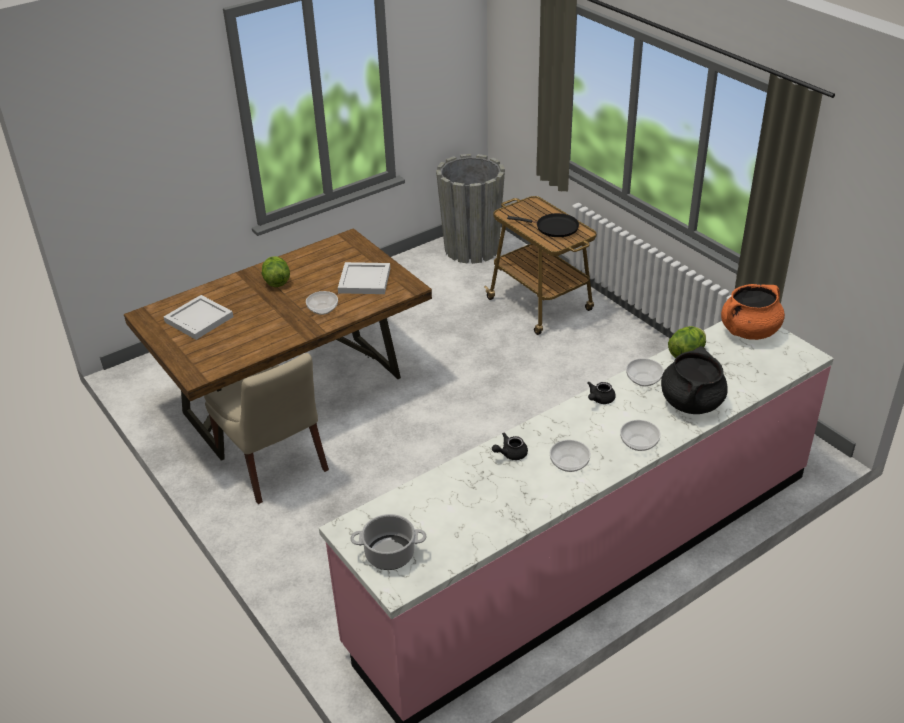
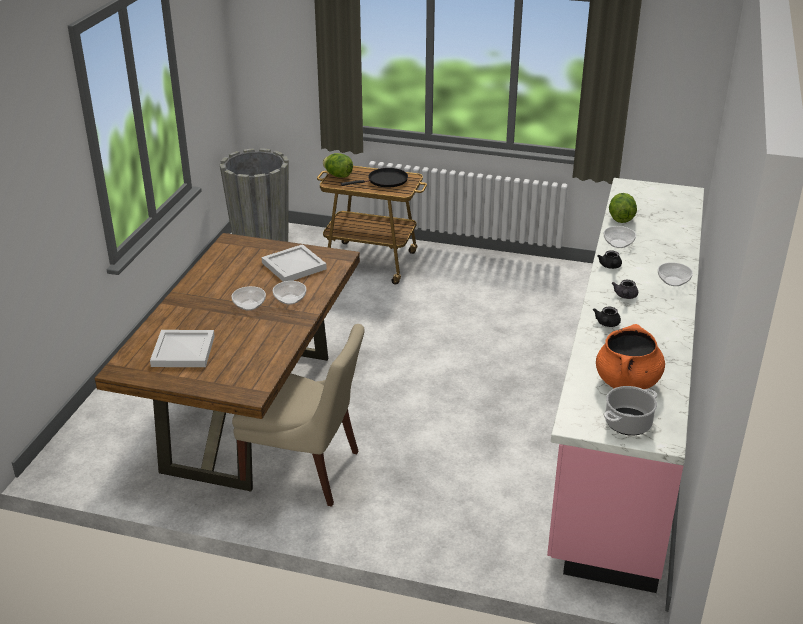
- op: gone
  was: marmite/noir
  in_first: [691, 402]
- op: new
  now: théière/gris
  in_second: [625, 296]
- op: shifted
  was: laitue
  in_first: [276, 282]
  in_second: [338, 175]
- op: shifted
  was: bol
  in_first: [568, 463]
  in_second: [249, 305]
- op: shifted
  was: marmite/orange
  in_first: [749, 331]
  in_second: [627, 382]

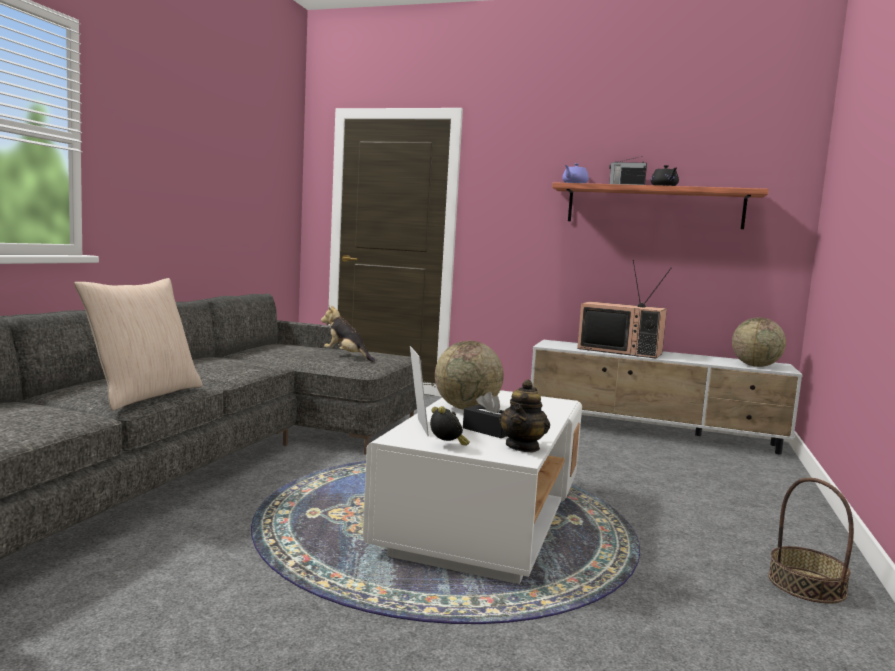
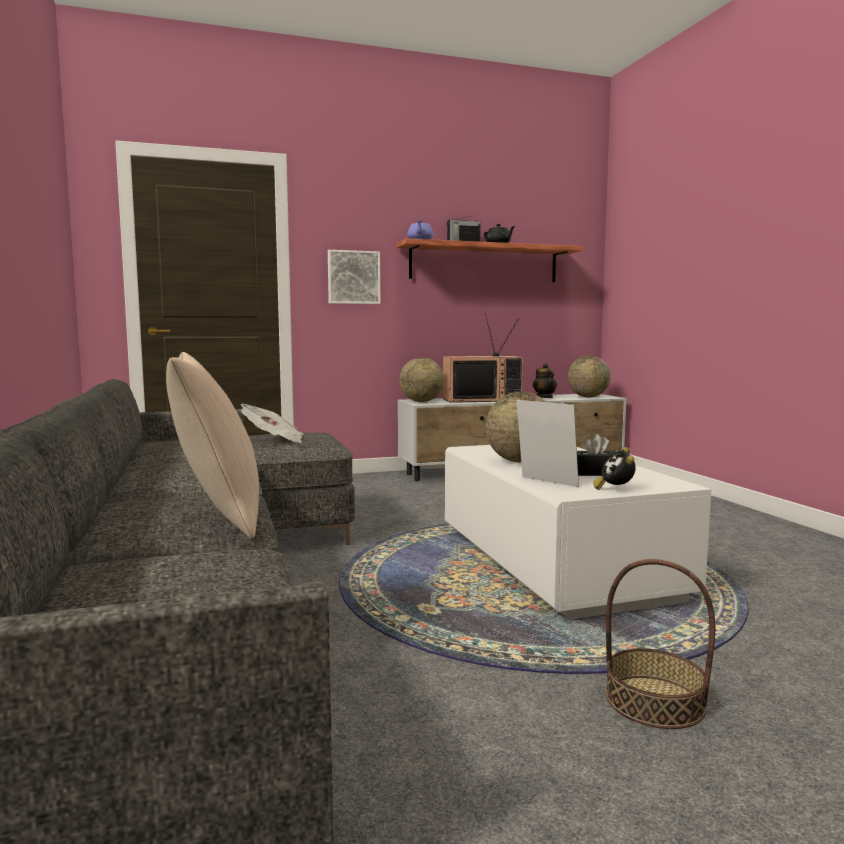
- op: new
  now: tableau
  in_second: [353, 277]
- op: new
  now: globe
  in_second: [421, 401]
- op: shifted
  was: théière
  in_first: [523, 447]
  in_second: [544, 397]
- op: shifted
  was: panier
  in_first: [806, 585]
  in_second: [654, 701]
- op: swapped
  was: peluche
  now: journal
  in_first: [346, 356]
  in_second: [274, 440]
- op: rotated
  was: réveil
  in_first: [447, 446]
  in_second: [615, 490]
  clockwise: -120

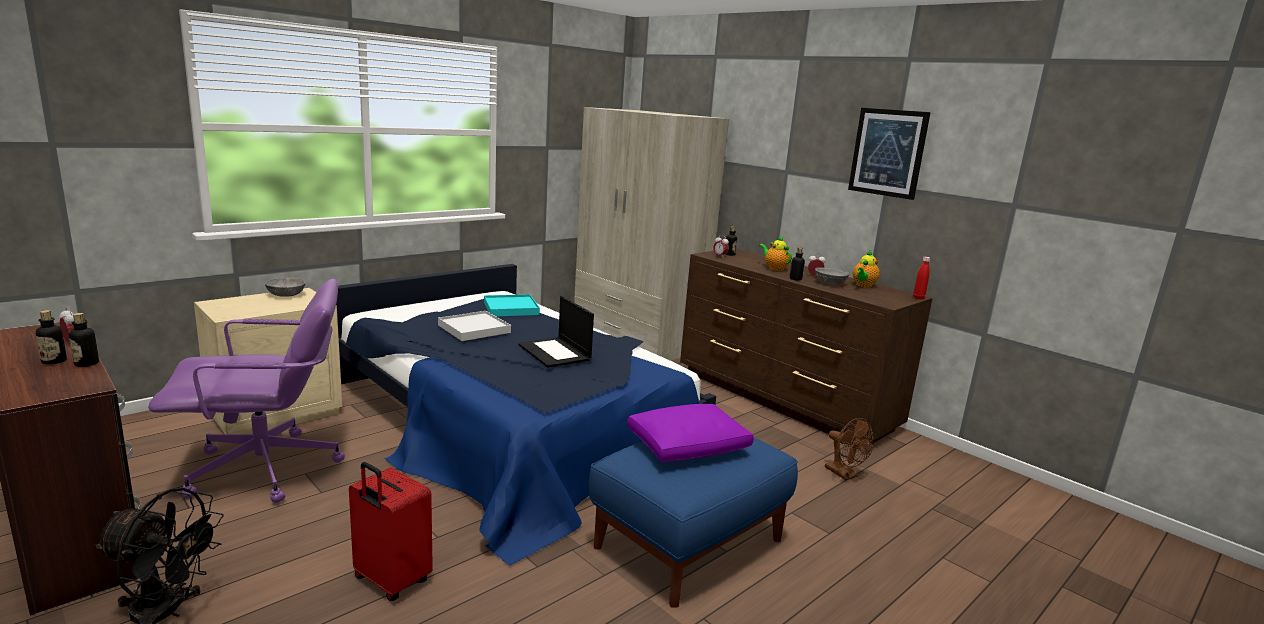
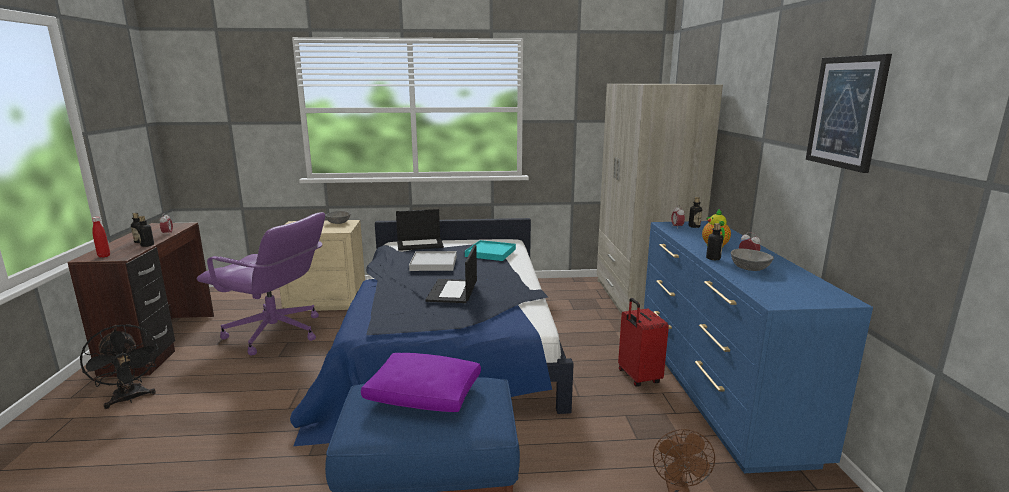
- op: gone
  was: théière
  in_first: [863, 285]
- op: new
  now: ordinateur portable
  in_second: [420, 244]
- op: shifted
  was: valise/rouge
  in_first: [390, 581]
  in_second: [638, 377]
- op: shifted
  was: bouteille/rouge
  in_first: [918, 298]
  in_second: [104, 256]
- op: repainted
  was: commode/marron
  now: commode/bleu
  in_first: [784, 400]
  in_second: [717, 392]

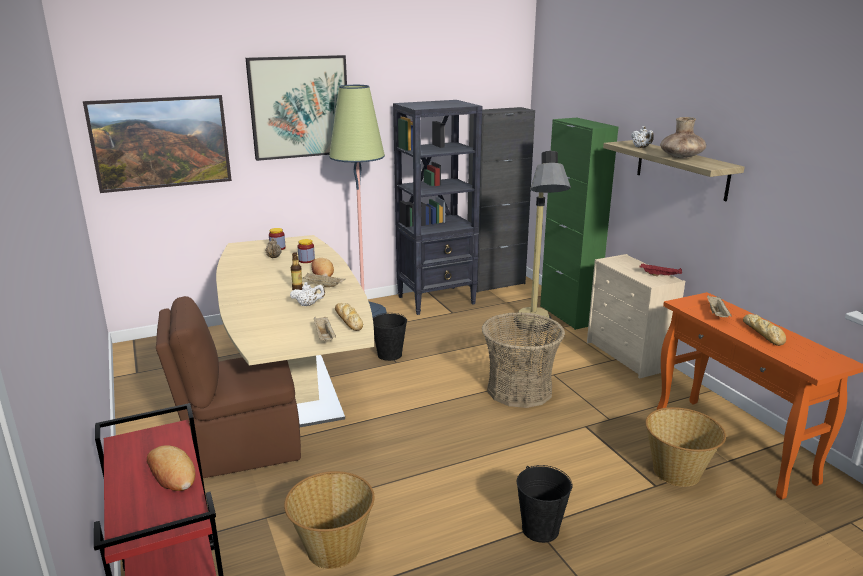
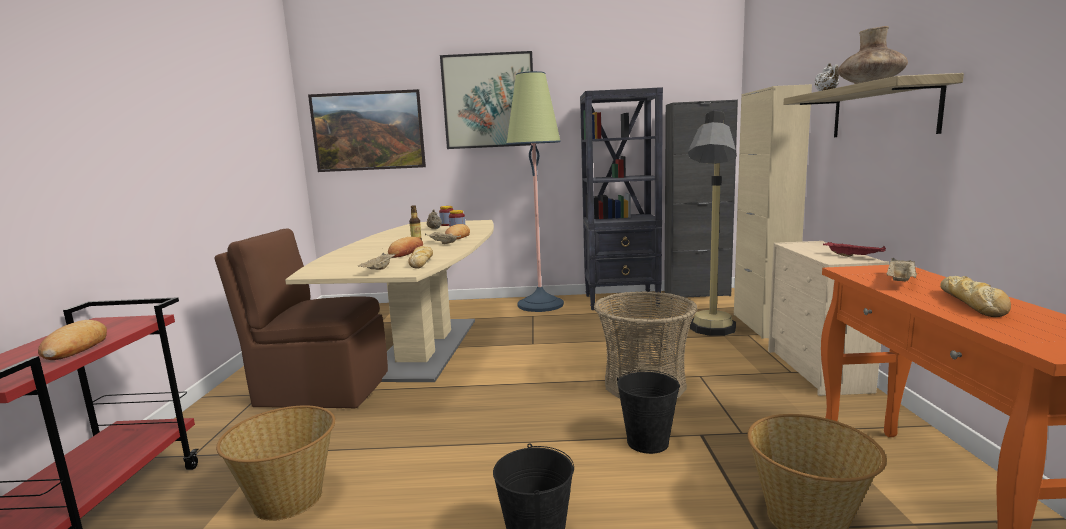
- op: shifted
  was: seau/noir
  in_first: [389, 355]
  in_second: [648, 442]
- op: swapped
  was: théière/blanc
  now: pain
  in_first: [308, 305]
  in_second: [406, 252]
- op: repainted
  was: meuble de rangement/vert
  now: meuble de rangement/beige
  in_first: [568, 315]
  in_second: [762, 325]

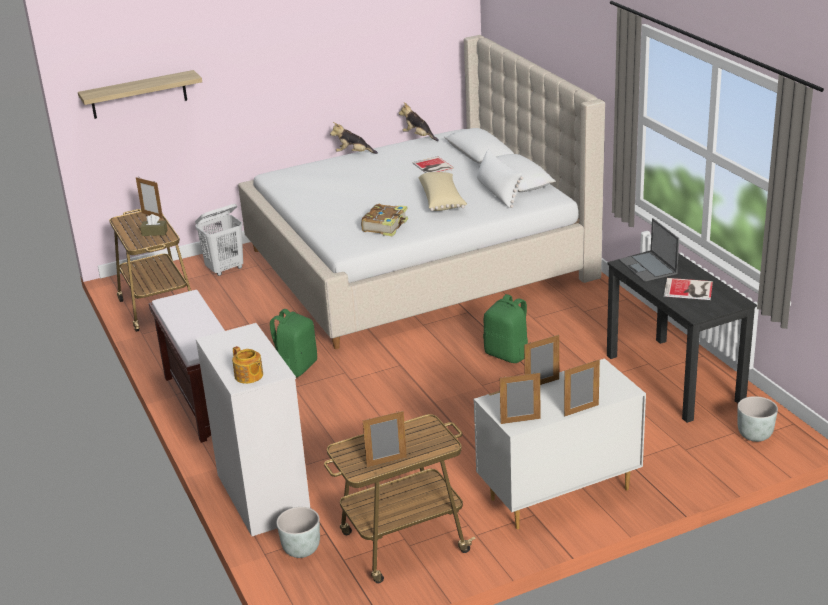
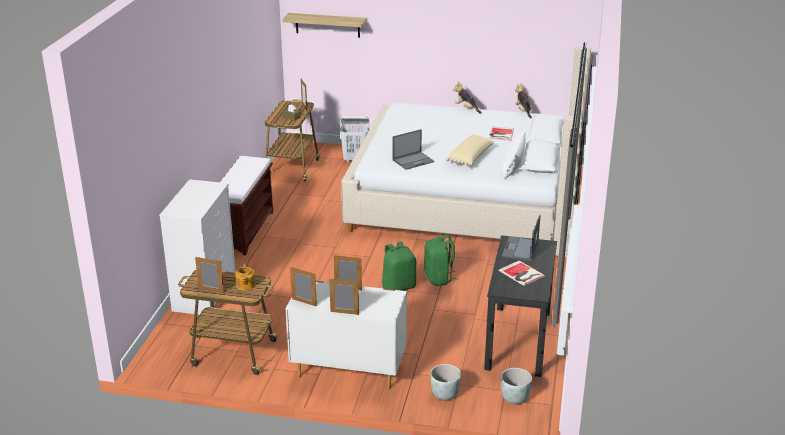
- op: shifted
  was: théière
  in_first: [249, 376]
  in_second: [245, 285]
- op: shifted
  was: sac à dos/vert
  in_first: [296, 367]
  in_second: [398, 287]
- op: shifted
  was: cache-pot/gris
  in_first: [302, 550]
  in_second: [445, 395]
- op: swapped
  was: livre
  now: ordinateur portable
  in_first: [386, 226]
  in_second: [413, 161]

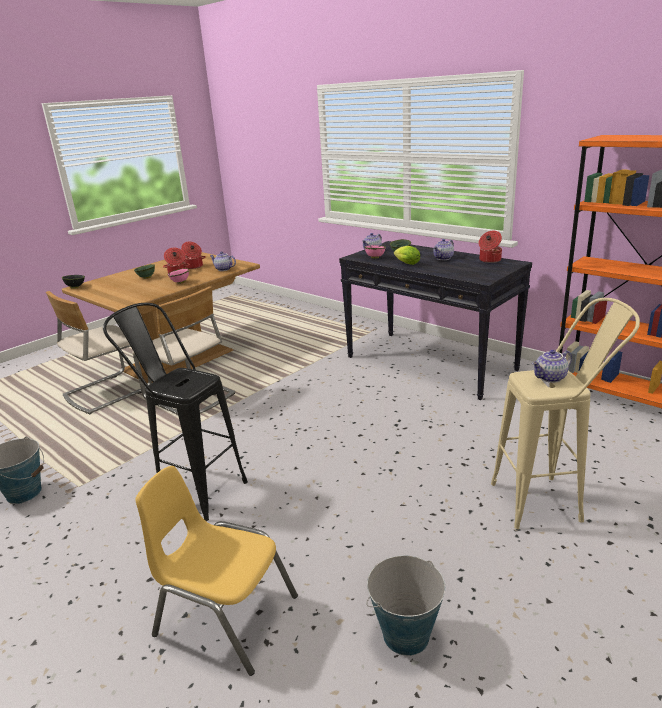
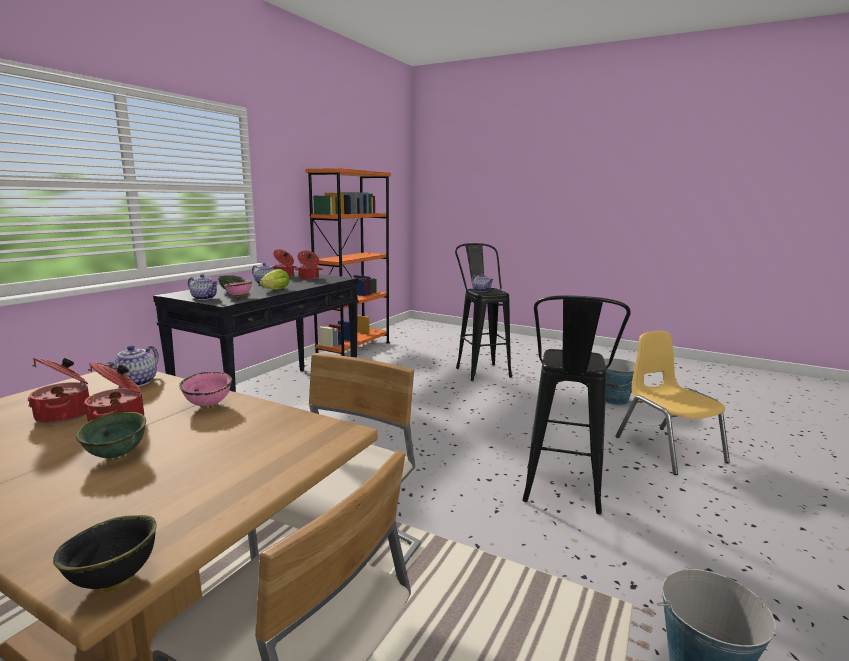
- op: new
  now: marmite
  in_second: [308, 278]
- op: repainted
  was: tabouret/beige
  now: tabouret/noir
  in_first: [549, 500]
  in_second: [479, 370]
- op: rotated
  was: chaise/jaune
  in_first: [225, 616]
  in_second: [668, 449]
  clockwise: 150

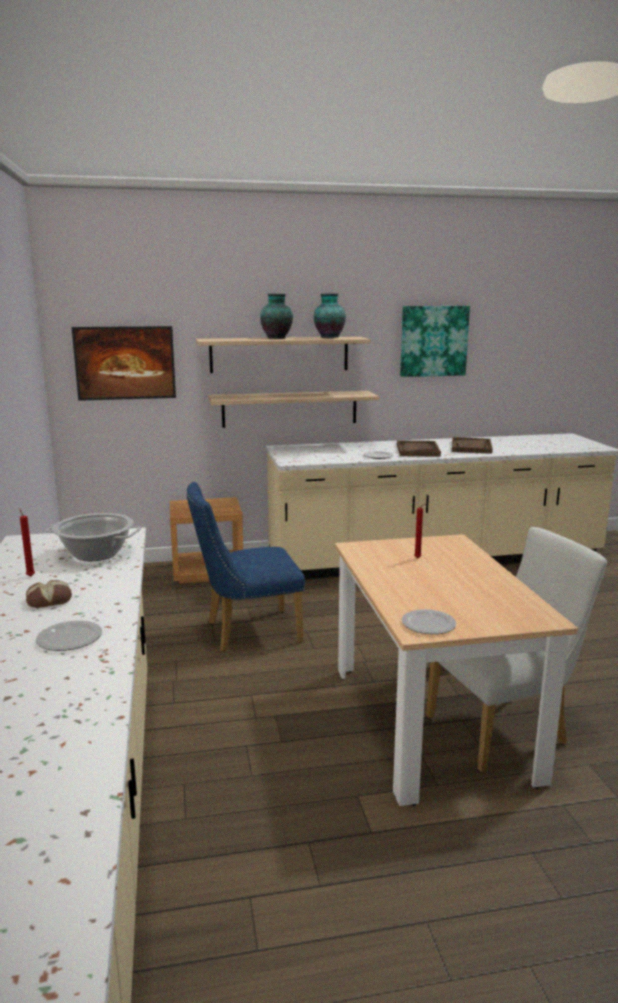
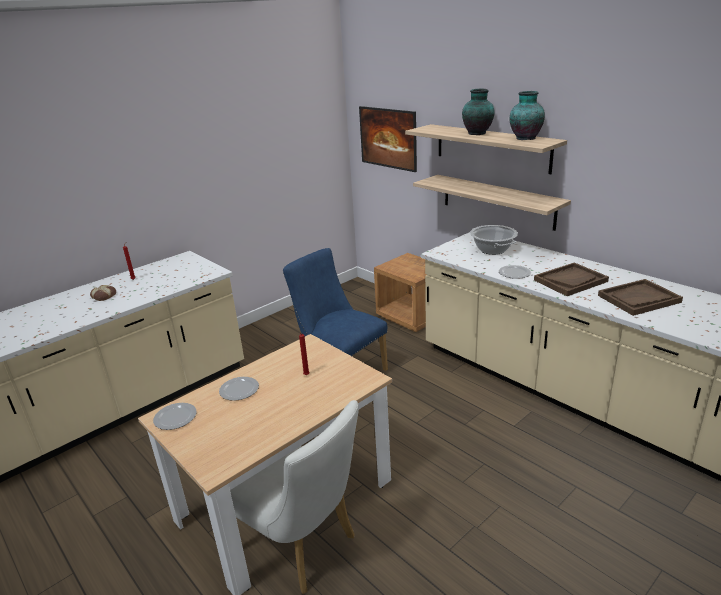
- op: gone
  was: tableau
  in_first: [433, 341]
- op: shifted
  was: assiette
  in_first: [68, 639]
  in_second: [238, 390]
- op: shifted
  was: marmite
  in_first: [96, 554]
  in_second: [493, 250]

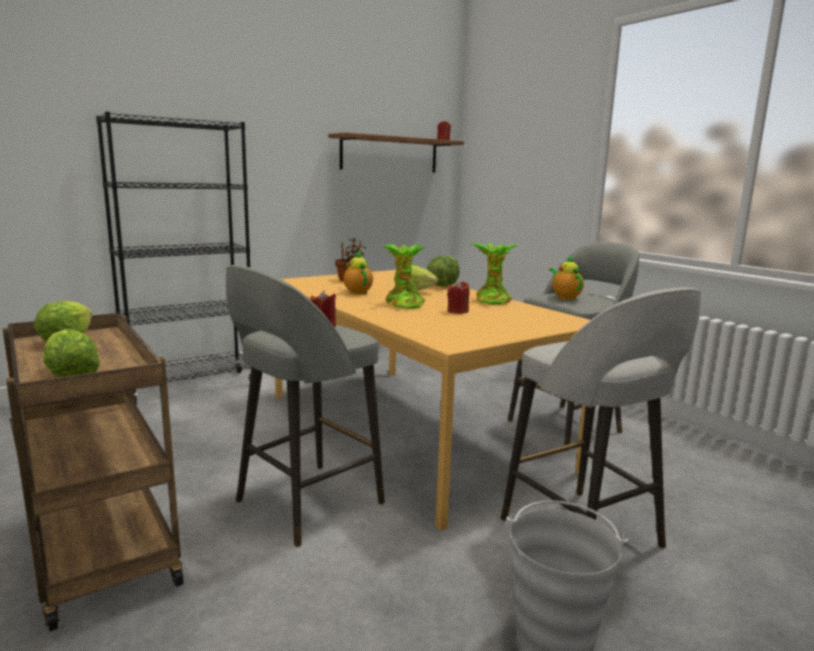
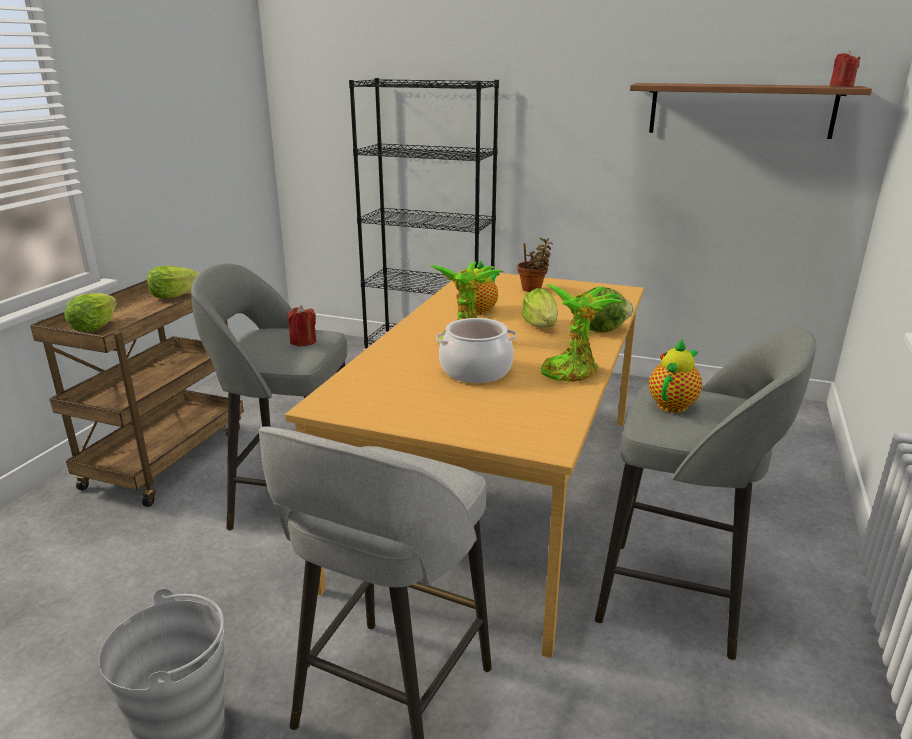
- op: swapped
  was: bougie/rouge
  now: marmite
  in_first: [457, 311]
  in_second: [476, 371]

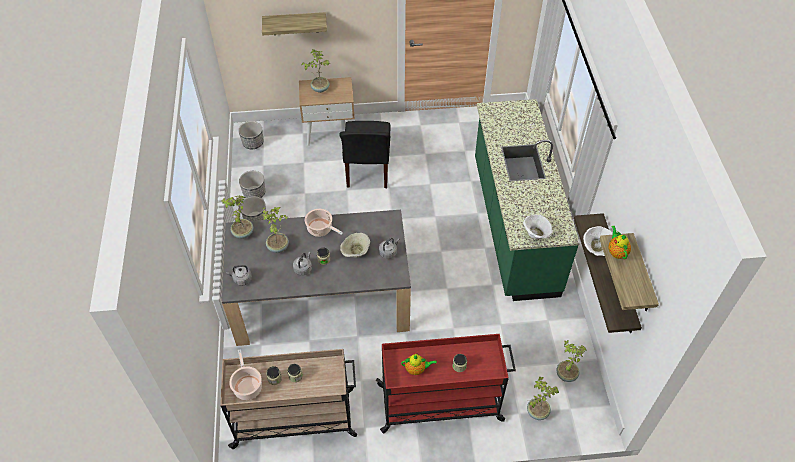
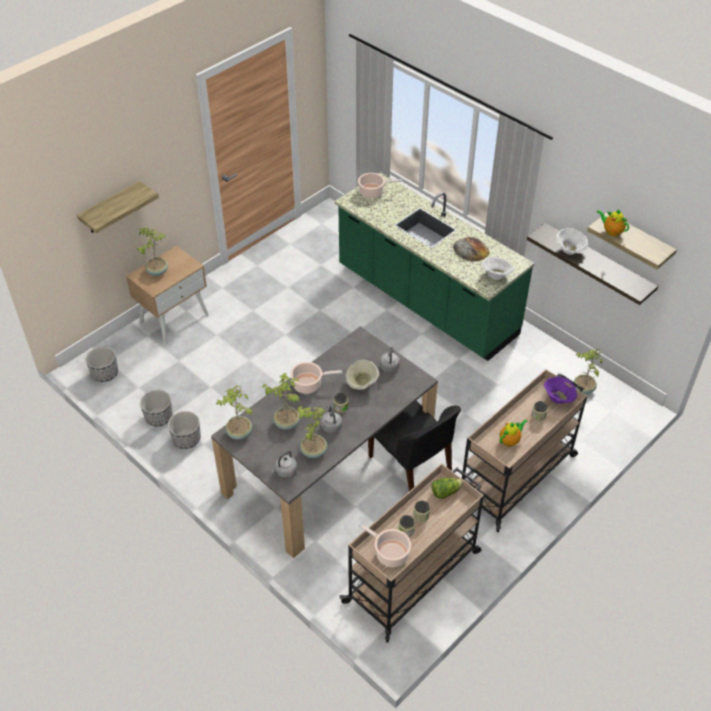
- op: new
  now: marmite
  in_second: [373, 192]
- op: new
  now: laitue
  in_second: [445, 491]
- op: new
  now: pain
  in_second: [471, 249]
- op: new
  now: bol/violet
  in_second: [558, 398]
- op: shifted
  was: chaise/noir
  in_first: [367, 170]
  in_second: [411, 465]
- op: shifted
  was: plante en pot
  in_first: [537, 411]
  in_second: [313, 451]
- op: repainted
  was: chariot/rouge
  now: chariot/beige
  in_first: [441, 403]
  in_second: [517, 476]

